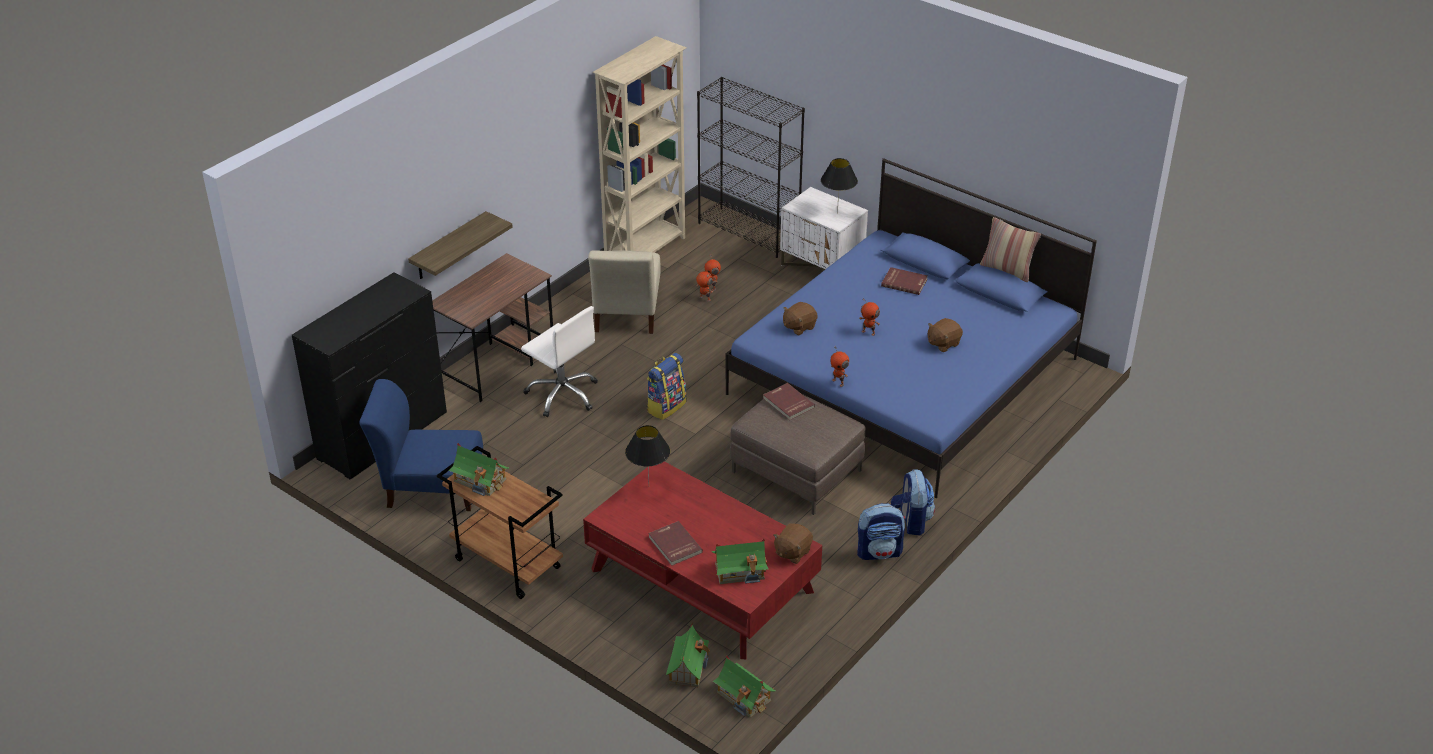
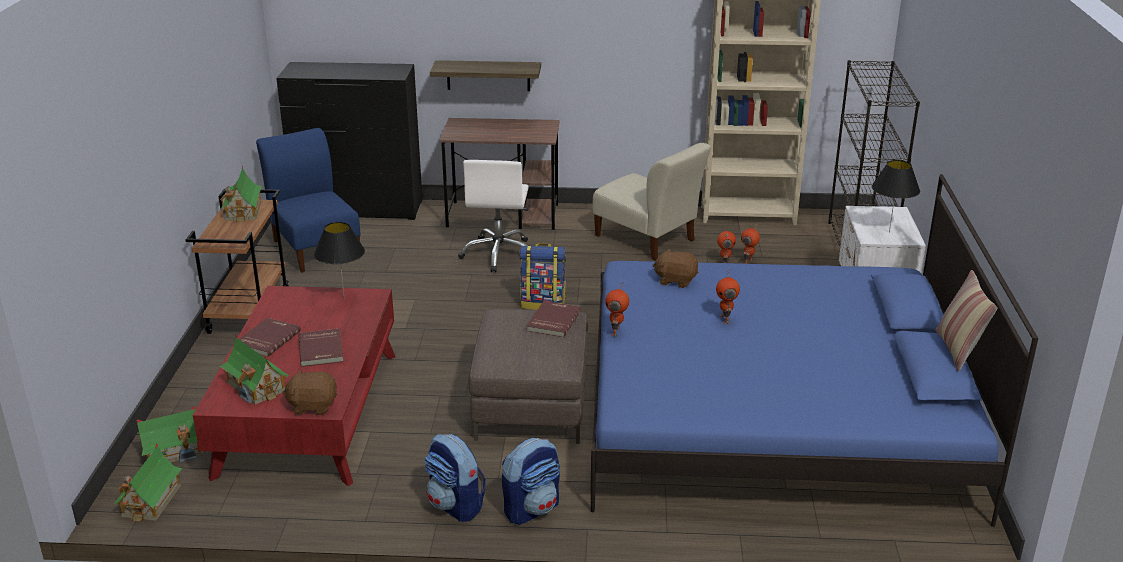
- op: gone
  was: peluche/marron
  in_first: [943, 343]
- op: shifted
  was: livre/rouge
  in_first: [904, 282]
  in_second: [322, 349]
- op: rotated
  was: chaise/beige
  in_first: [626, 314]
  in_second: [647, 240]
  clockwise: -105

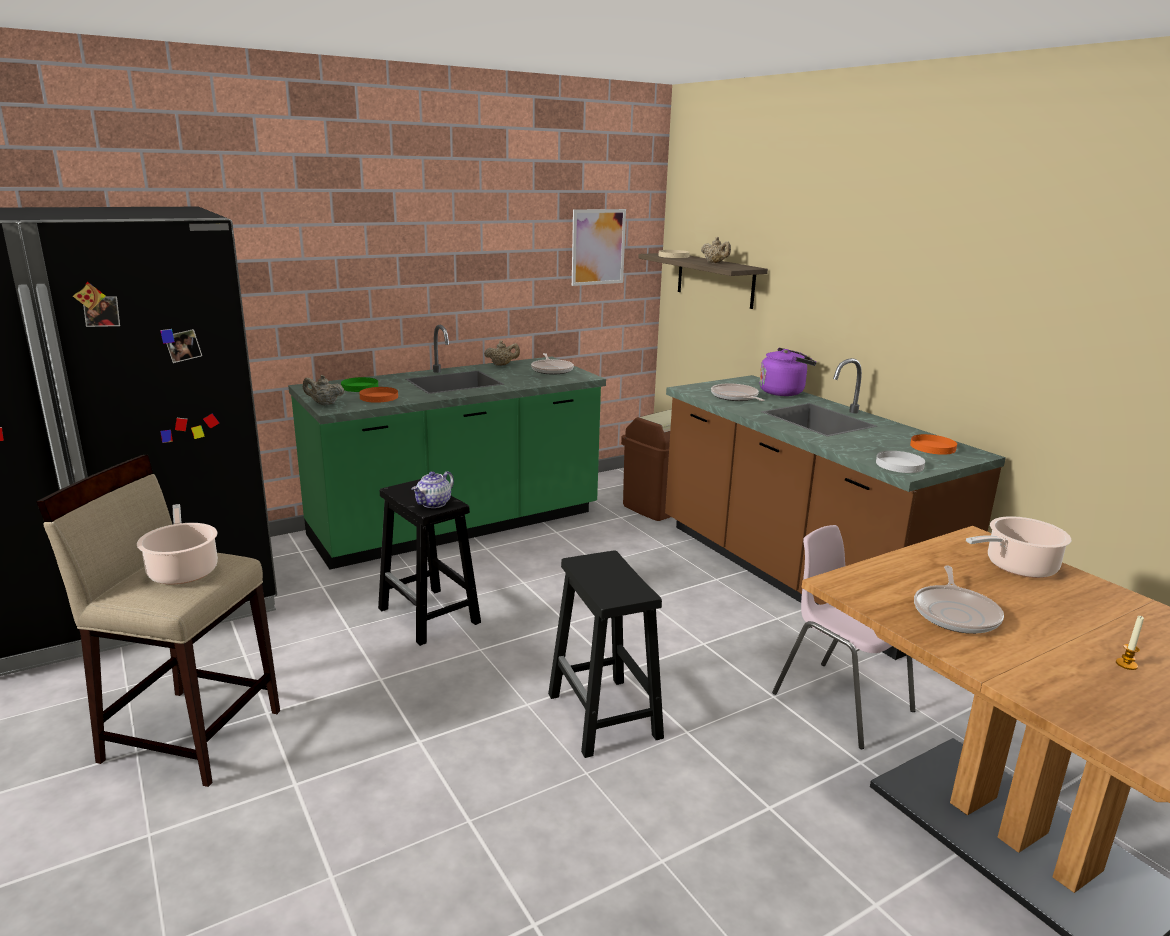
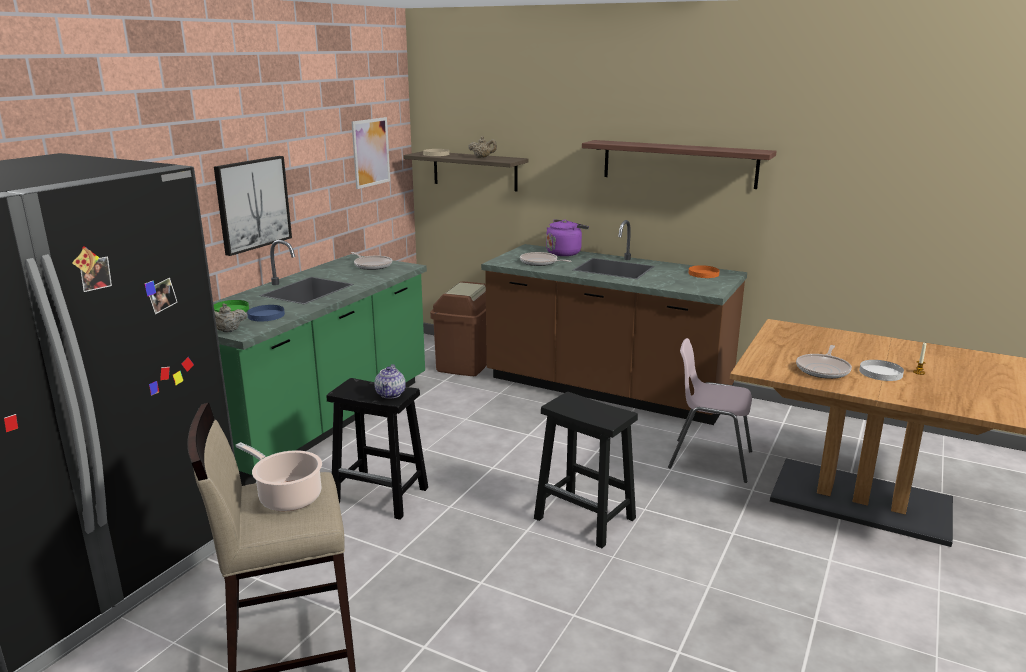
- op: gone
  was: théière/beige
  in_first: [502, 365]
- op: gone
  was: marmite
  in_first: [1017, 567]
- op: new
  now: tableau
  in_second: [252, 204]
- op: new
  now: étagère
  in_second: [679, 163]
- op: shifted
  was: assiette/blanc
  in_first: [899, 464]
  in_second: [880, 373]
- op: repainted
  was: assiette/orange
  now: assiette/bleu
  in_first: [379, 397]
  in_second: [266, 315]
- op: rotated
  was: poêle
  in_first: [955, 613]
  in_second: [823, 369]
  clockwise: 45

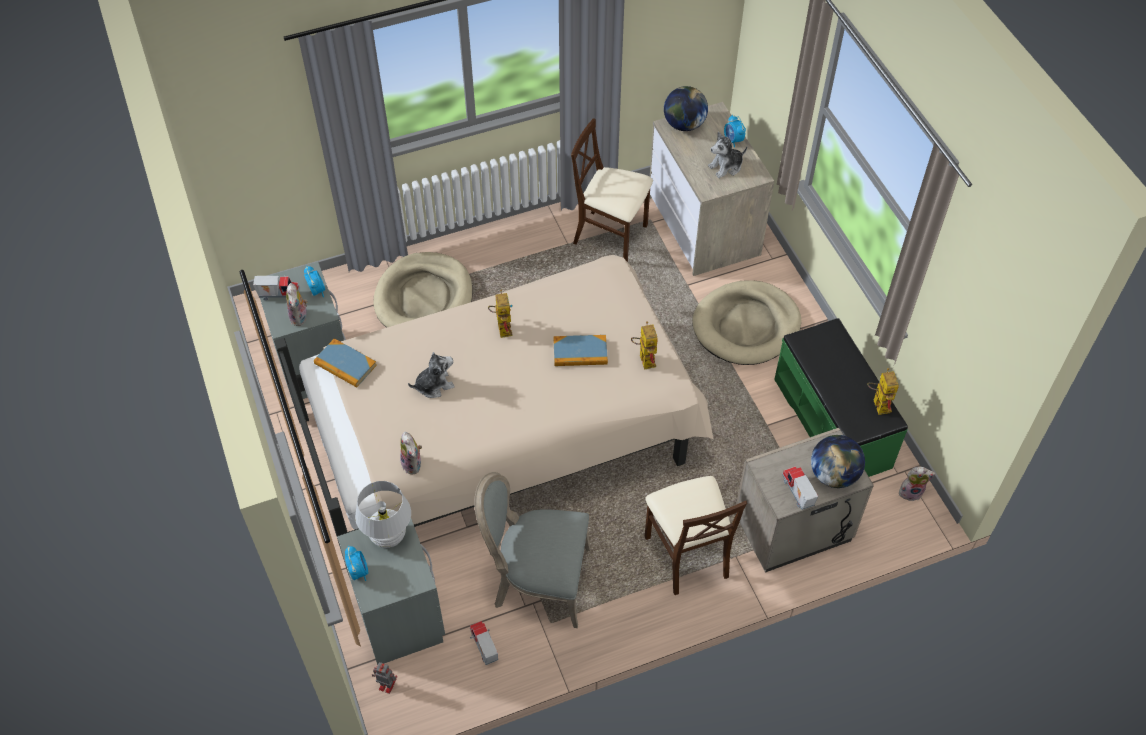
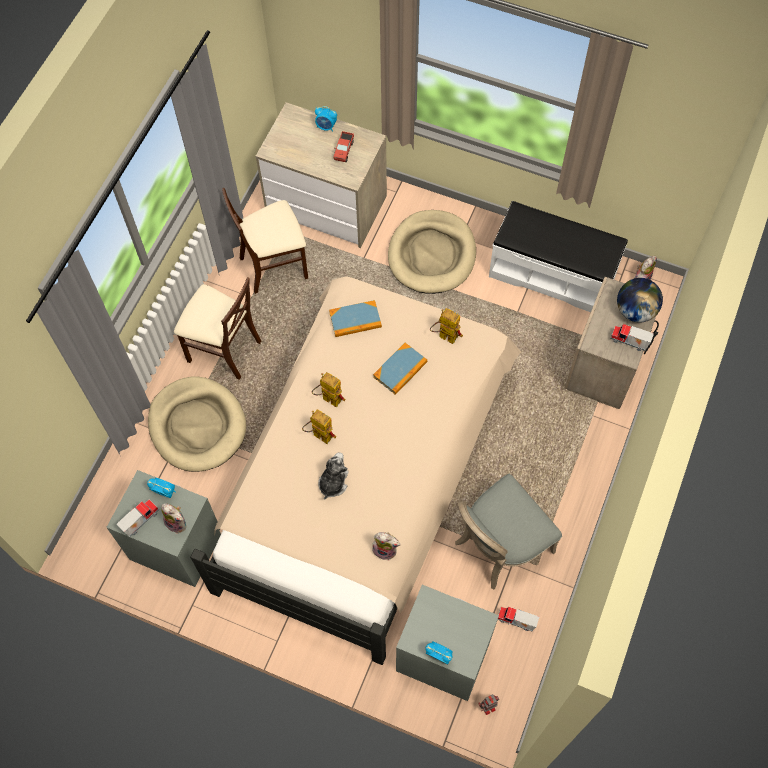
- op: gone
  was: lampe de table/blanc
  in_first: [388, 536]
- op: gone
  was: globe
  in_first: [684, 125]
- op: shifted
  was: livre
  in_first: [345, 365]
  in_second: [355, 320]
- op: shifted
  was: chaise/beige
  in_first: [687, 555]
  in_second: [224, 349]
- op: shifted
  was: robot jouet
  in_first: [878, 403]
  in_second: [319, 435]
- op: swapped
  was: peluche
  now: camion jouet
  in_first: [726, 167]
  in_second: [344, 150]
- op: repainted
  was: banc/vert
  now: banc/blanc
  in_first: [833, 422]
  in_second: [552, 274]

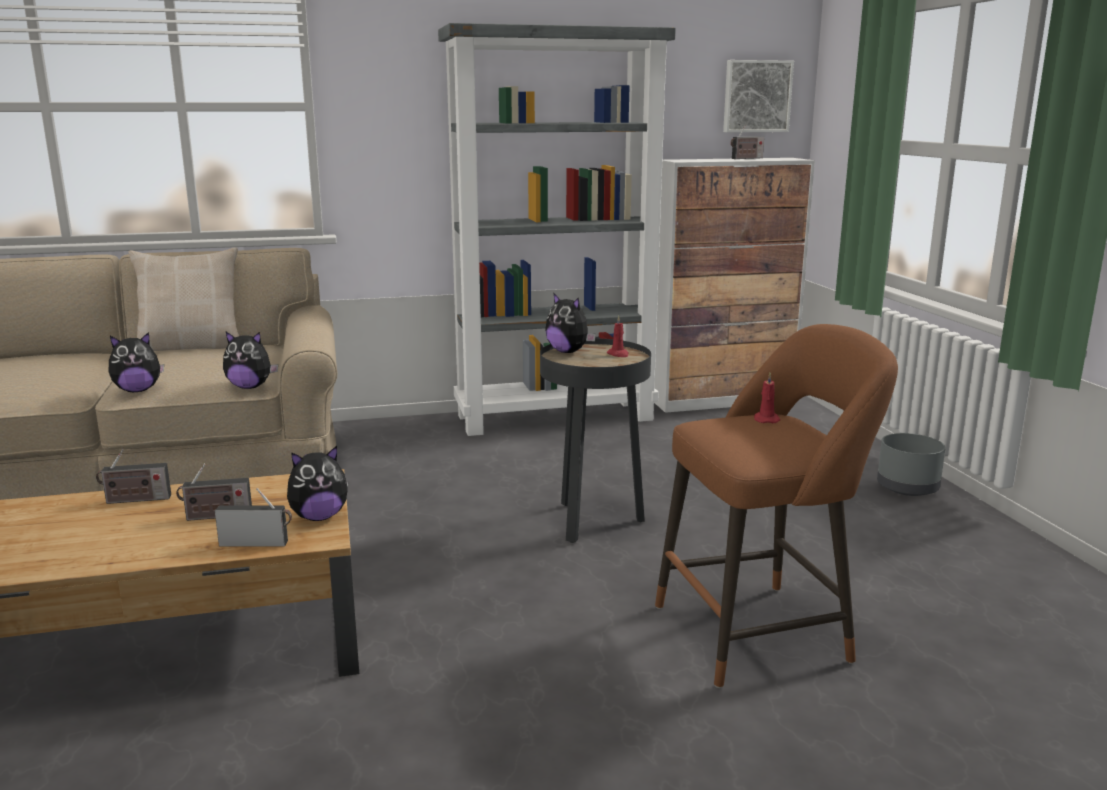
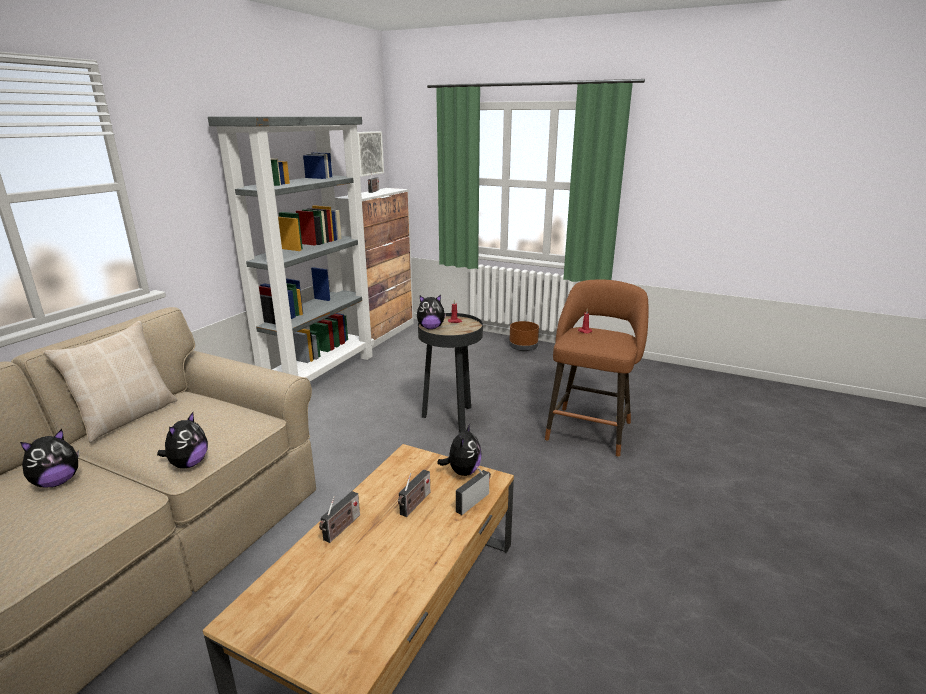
- op: shifted
  was: peluche
  in_first: [250, 387]
  in_second: [57, 482]
- op: repainted
  was: cache-pot/gris
  now: cache-pot/marron
  in_first: [908, 488]
  in_second: [523, 347]

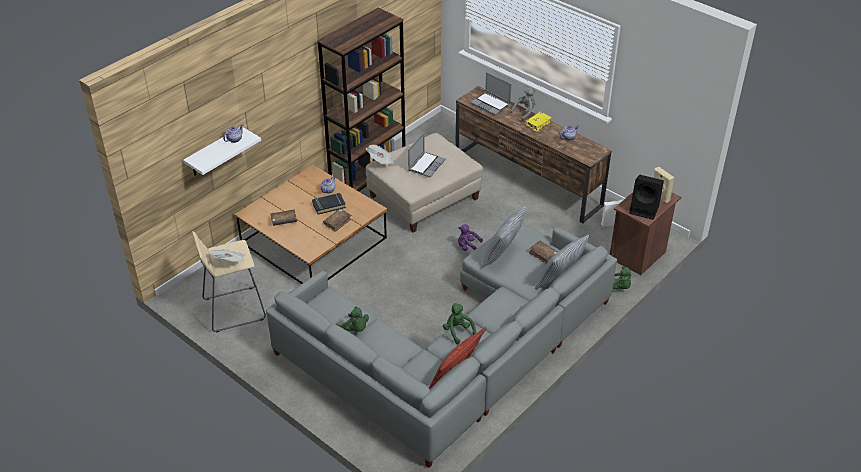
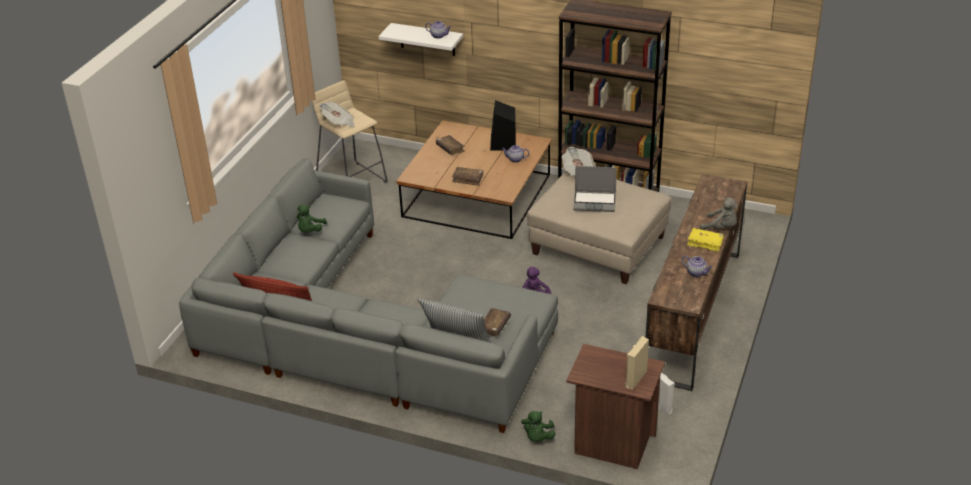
- op: gone
  was: livre/noir
  in_first: [329, 205]
- op: gone
  was: peluche/vert
  in_first: [458, 332]
- op: gone
  was: ordinateur portable
  in_first: [491, 104]
- op: gone
  was: coussin
  in_first: [502, 255]
- op: shifted
  was: enceinte/noir
  in_first: [645, 209]
  in_second: [503, 144]

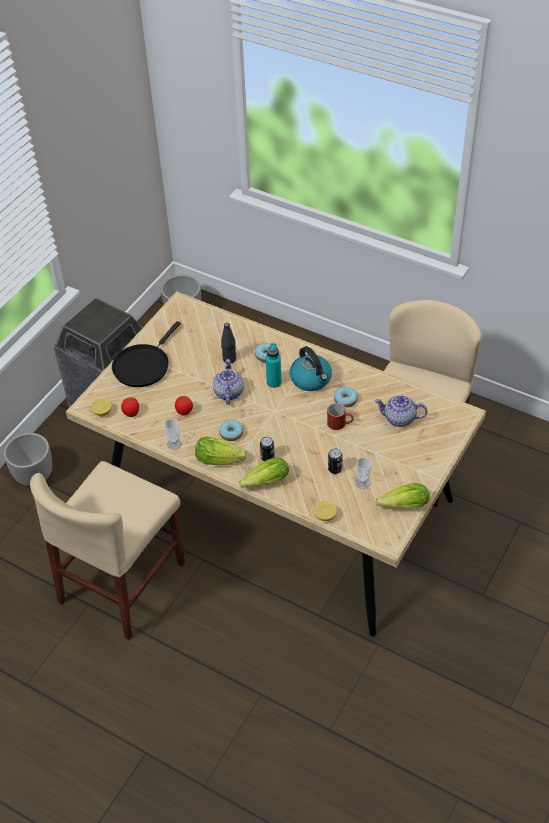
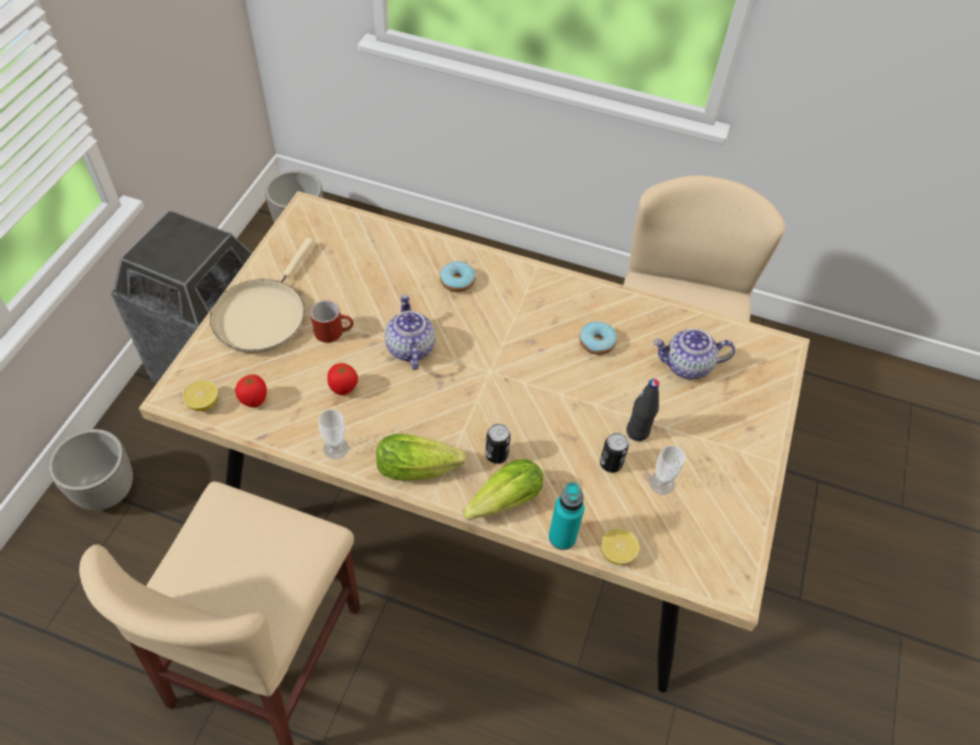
- op: gone
  was: beignet
  in_first: [231, 433]
- op: gone
  was: bouilloire
  in_first: [311, 379]
- op: gone
  was: laitue
  in_first: [401, 506]
- op: shifted
  was: bouteille/noir
  in_first: [229, 359]
  in_second: [637, 432]
- op: shifted
  was: bouteille/turquoise
  in_first: [274, 382]
  in_second: [562, 537]
- op: shifted
  was: mug/rouge
  in_first: [340, 423]
  in_second: [334, 331]
- op: repainted
  was: poêle/noir
  now: poêle/beige
  in_first: [143, 365]
  in_second: [262, 315]

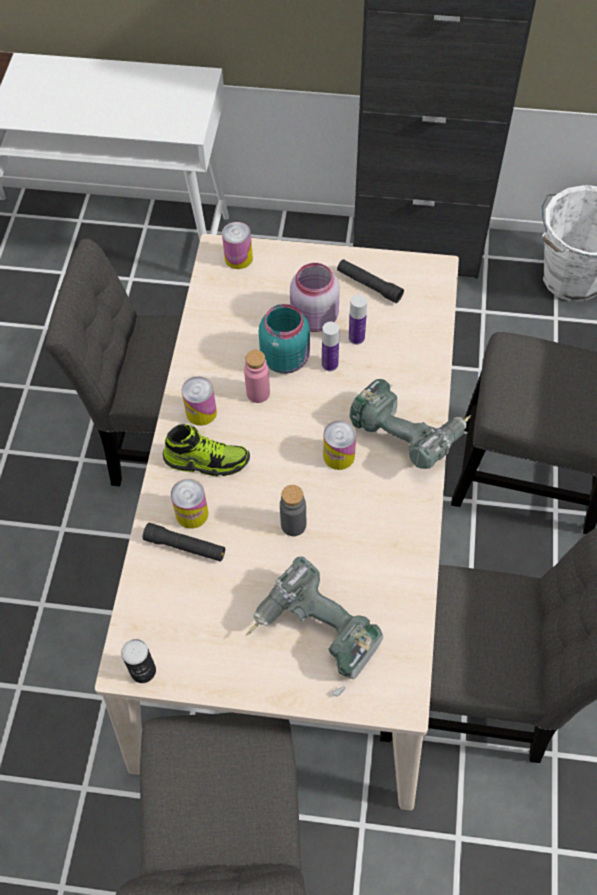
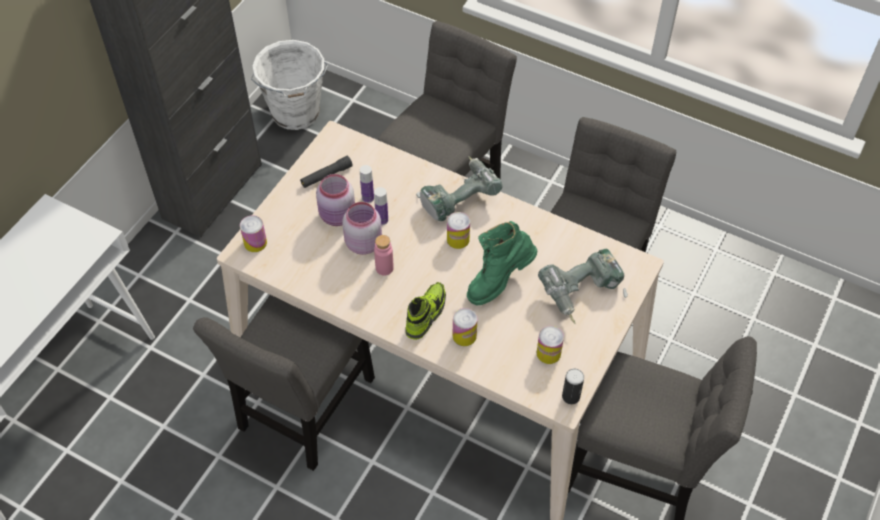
- op: gone
  was: lampe de poche/noir
  in_first: [185, 546]
- op: shifted
  was: boîte métallique
  in_first: [201, 412]
  in_second: [548, 353]
- op: swapped
  was: bouteille/gris
  now: botte/vert
  in_first: [293, 525]
  in_second: [499, 281]
- op: repainted
  was: bocal/turquoise
  now: bocal/rose
  in_first: [286, 358]
  in_second: [363, 242]

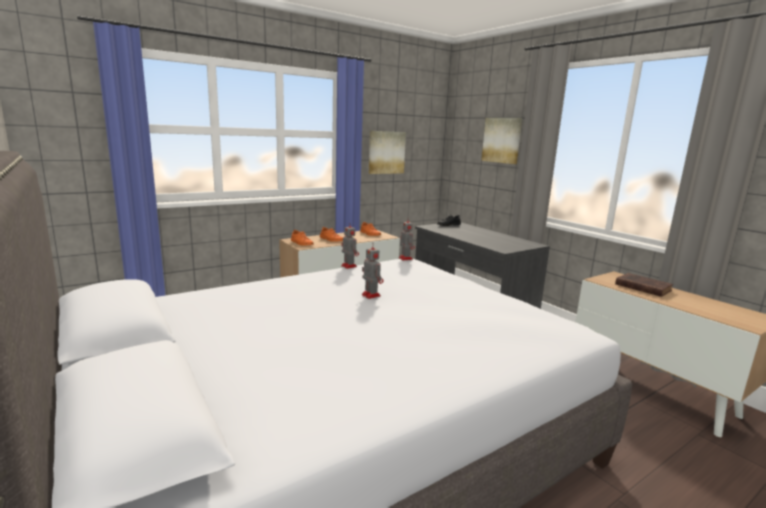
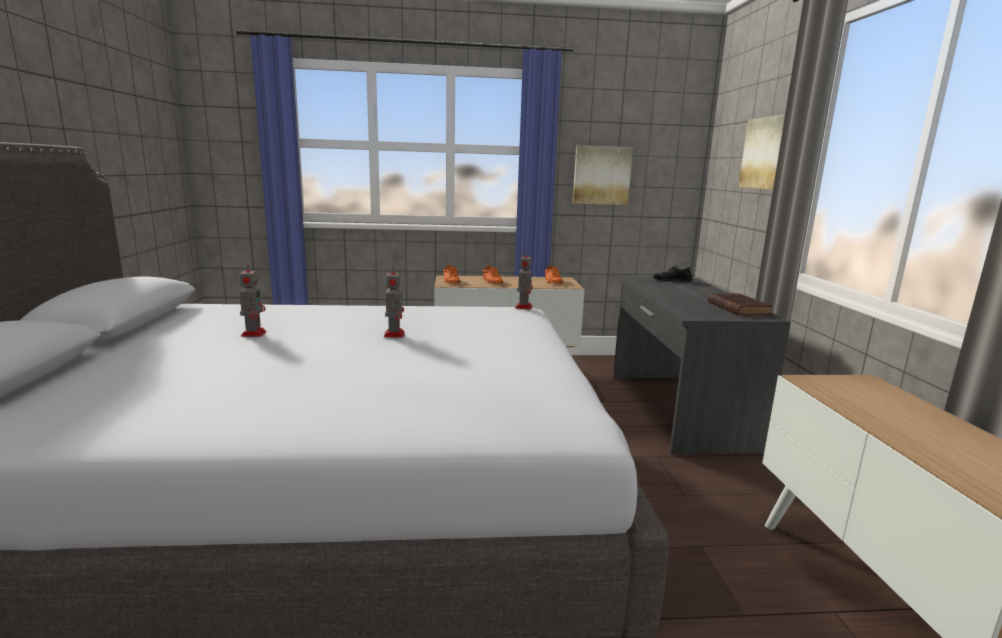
- op: shifted
  was: robot jouet
  in_first: [348, 266]
  in_second: [254, 333]
- op: shifted
  was: livre/marron
  in_first: [641, 287]
  in_second: [737, 308]

